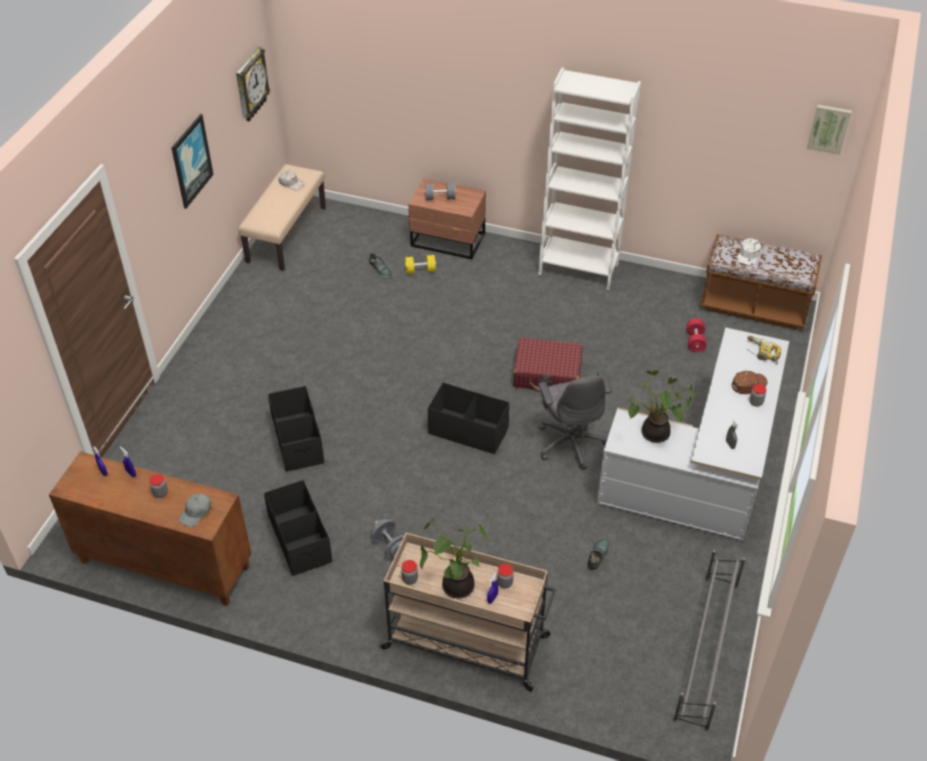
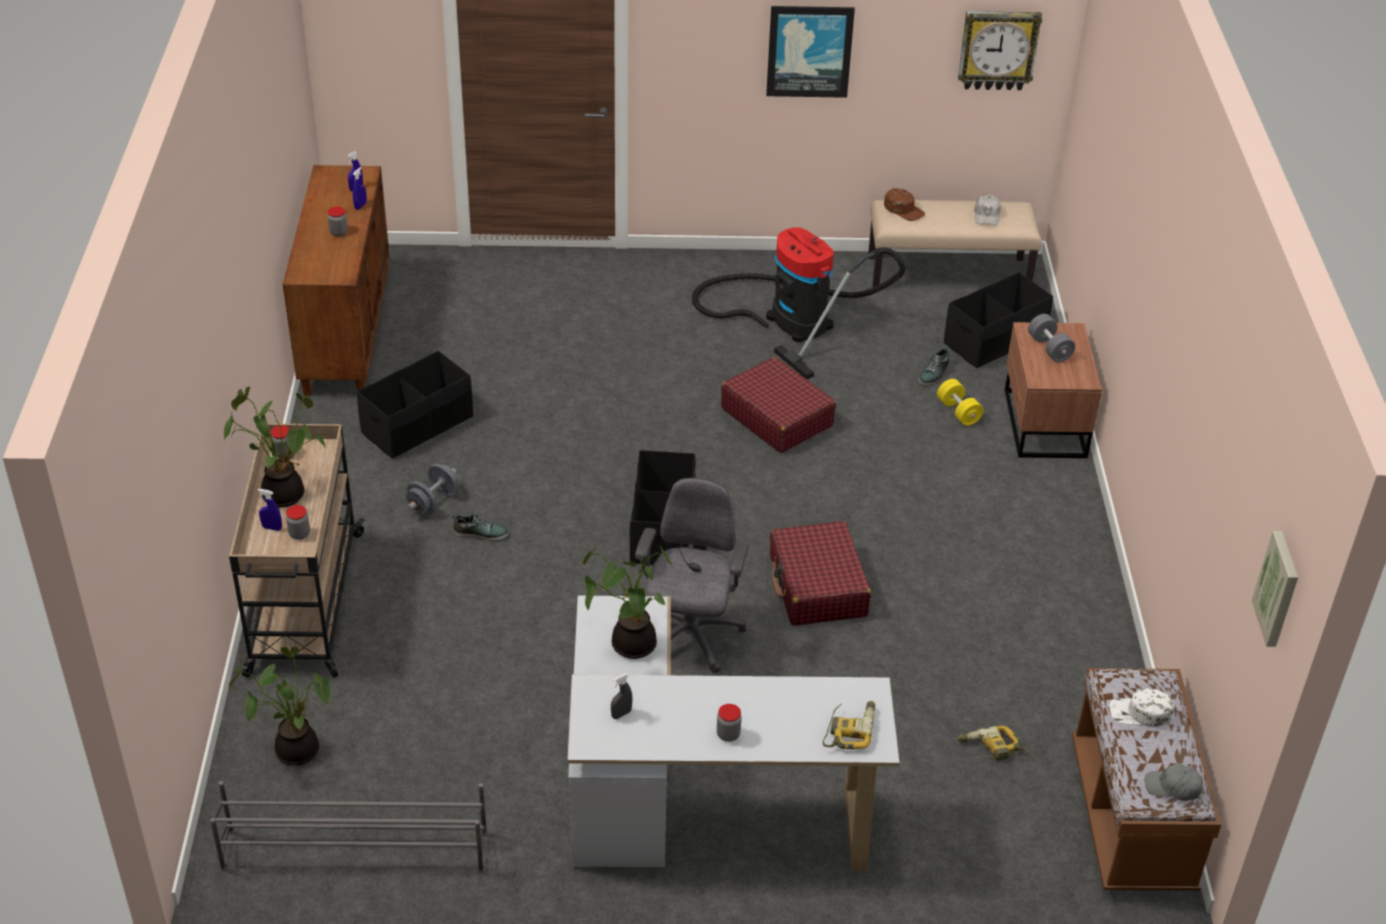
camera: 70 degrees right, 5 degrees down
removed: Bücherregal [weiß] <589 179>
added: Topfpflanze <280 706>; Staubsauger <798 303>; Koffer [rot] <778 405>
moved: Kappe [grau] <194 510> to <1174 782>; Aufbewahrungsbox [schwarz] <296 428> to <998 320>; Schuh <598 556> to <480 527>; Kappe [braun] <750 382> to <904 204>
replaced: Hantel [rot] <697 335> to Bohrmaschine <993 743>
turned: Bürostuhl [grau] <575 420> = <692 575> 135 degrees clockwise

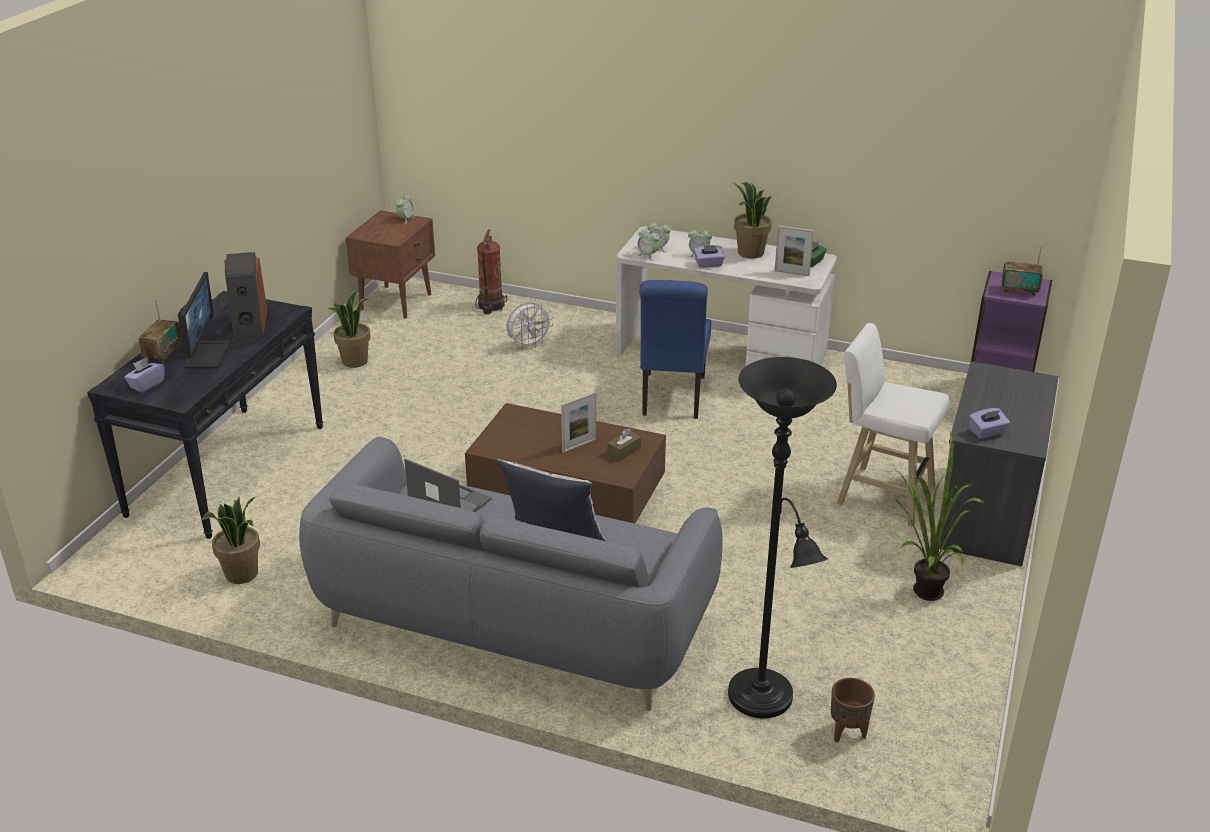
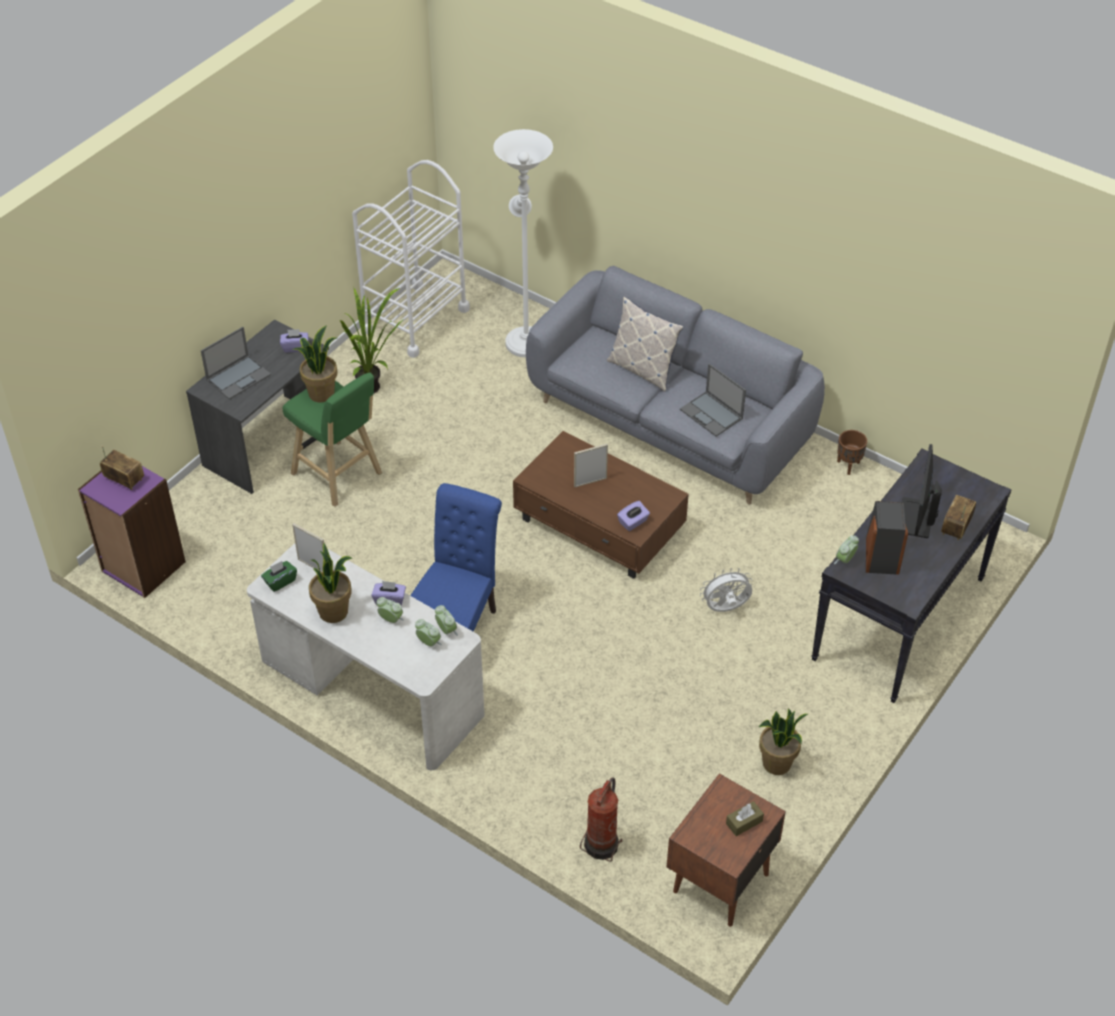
camera: 165 degrees left, 15 degrees up
added: Laptop <236 363>; Rollwagen [weiß] <411 259>
moved: Taschentuchbox [lila] <144 375> to <633 516>; Topfpflanze <230 540> to <315 363>; Wecker <404 208> to <846 549>; Ventilator [weiß] <529 326> to <726 590>; Taschentuchbox [braun] <624 444> to <745 818>; Pflanzkübel [braun] <853 710> to <852 452>
recoloured: Stehlampe [schwarz] <782 537> to Stehlampe [weiß] <523 243>; Hocker [weiß] <893 425> to Hocker [grün] <332 440>

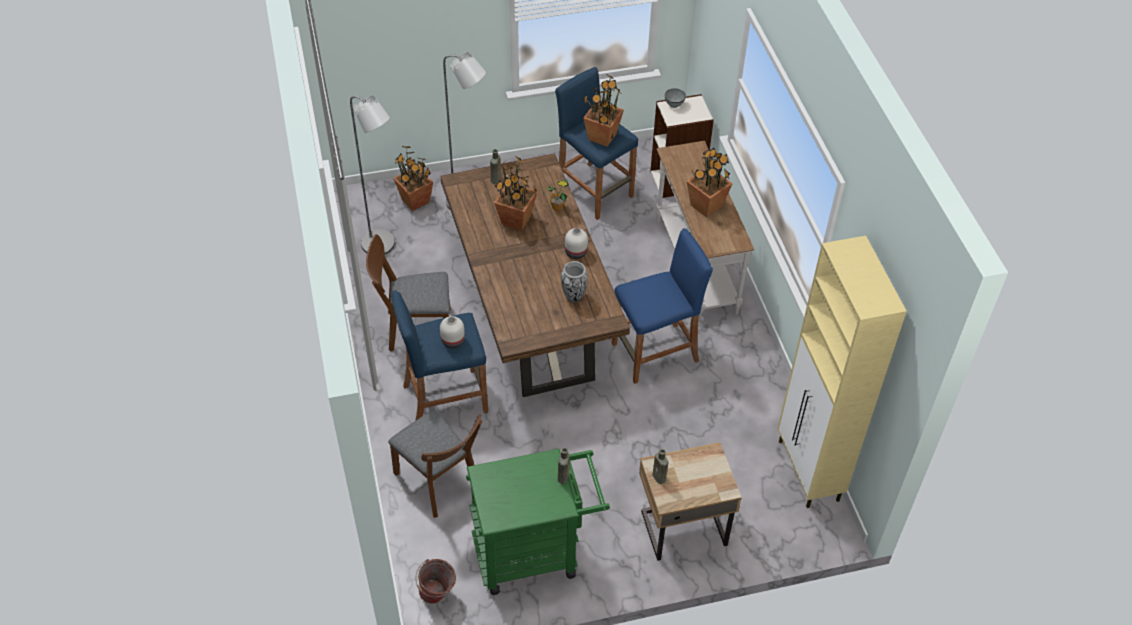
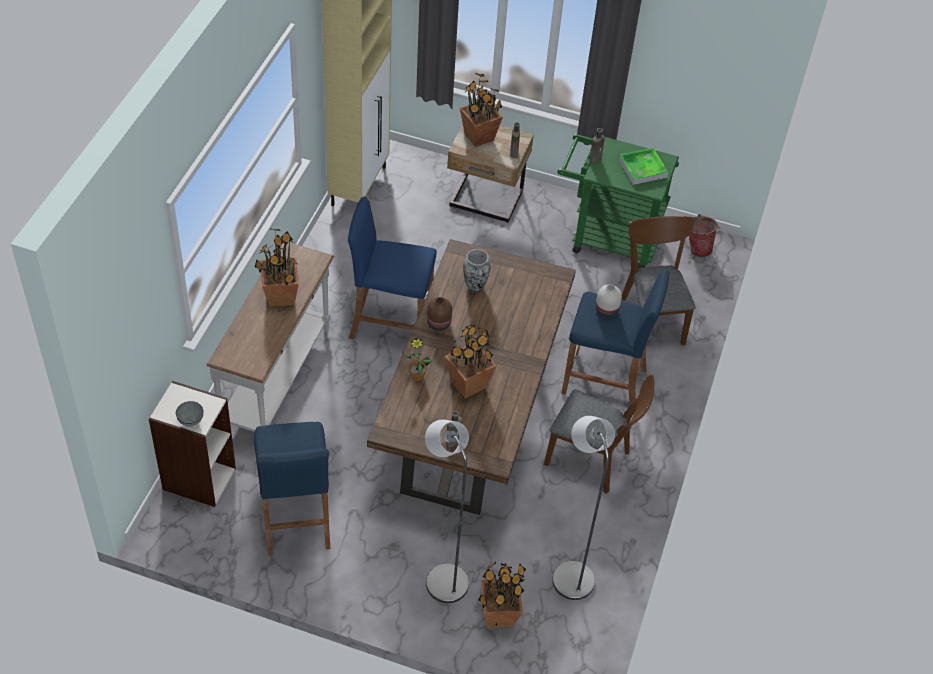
camera: 150 degrees left, 0 degrees up
added: Tablett <643 166>
moved: Topfpflanze <603 111> to <481 110>
recoloured: Vase [weiß] <576 243> to Vase [braun] <439 314>

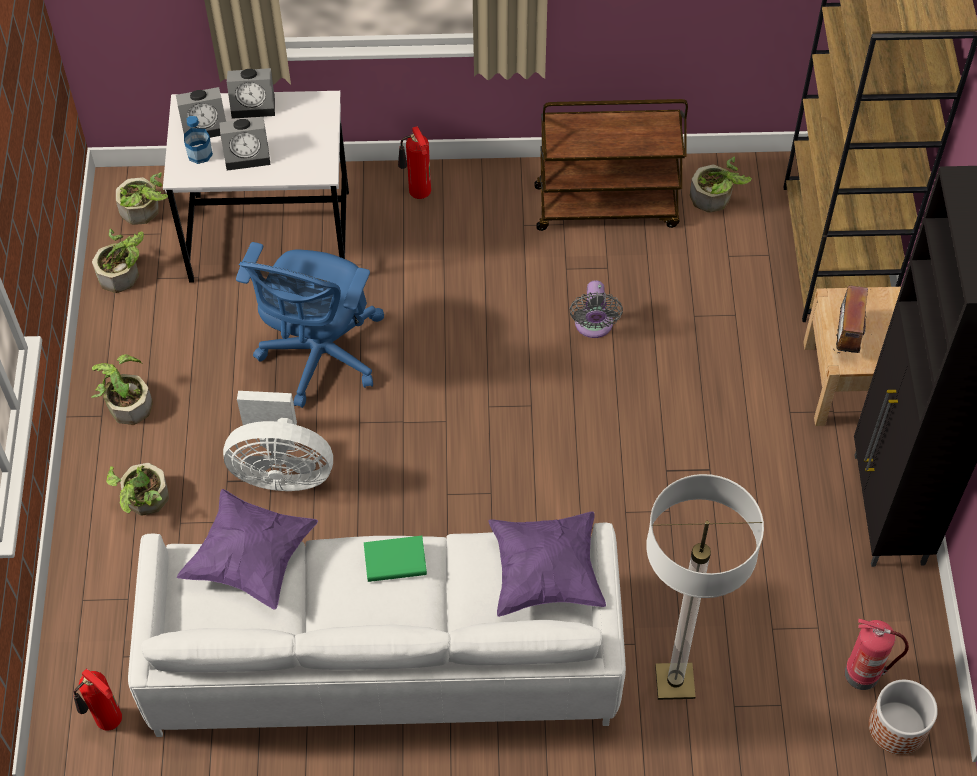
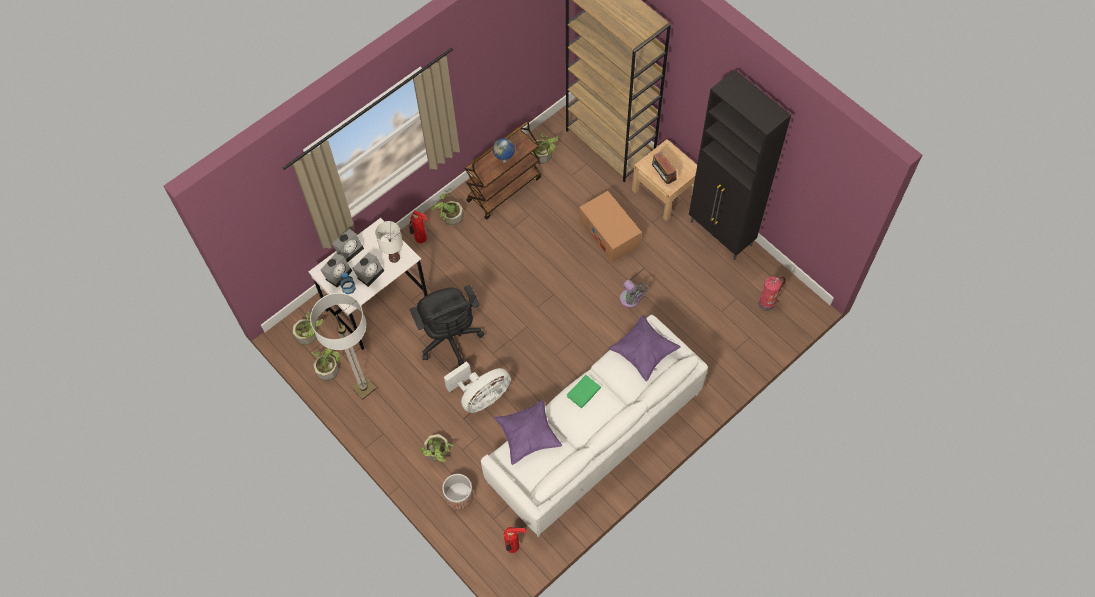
camera: 40 degrees left, 5 degrees up
added: Tischlampe [weiß] <389 242>; Globus <504 150>; Karton <610 227>
moved: Topfpflanze <122 389> to <447 209>; Ventilator [grau] <596 309> to <634 294>; Stehlampe <705 587> to <343 346>; Pflanzkübel <903 717> to <458 492>
recoloured: Bürostuhl [blau] <310 325> to Bürostuhl [schwarz] <447 325>

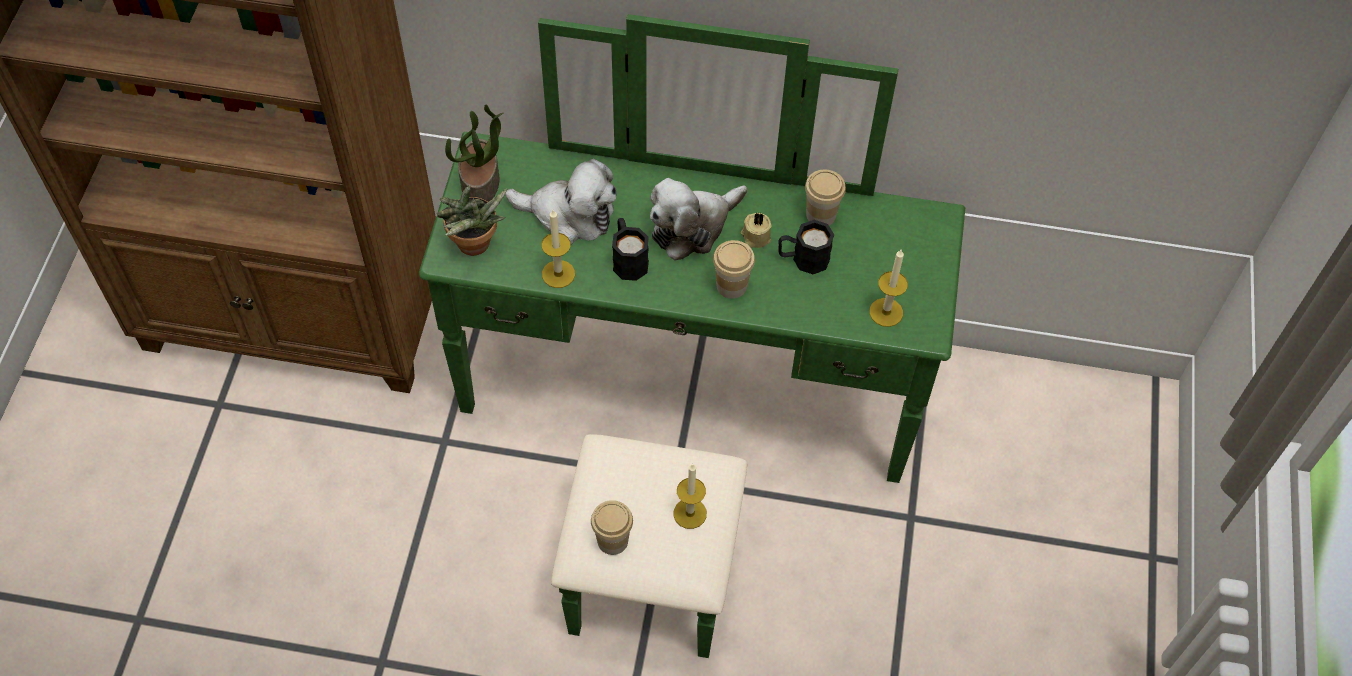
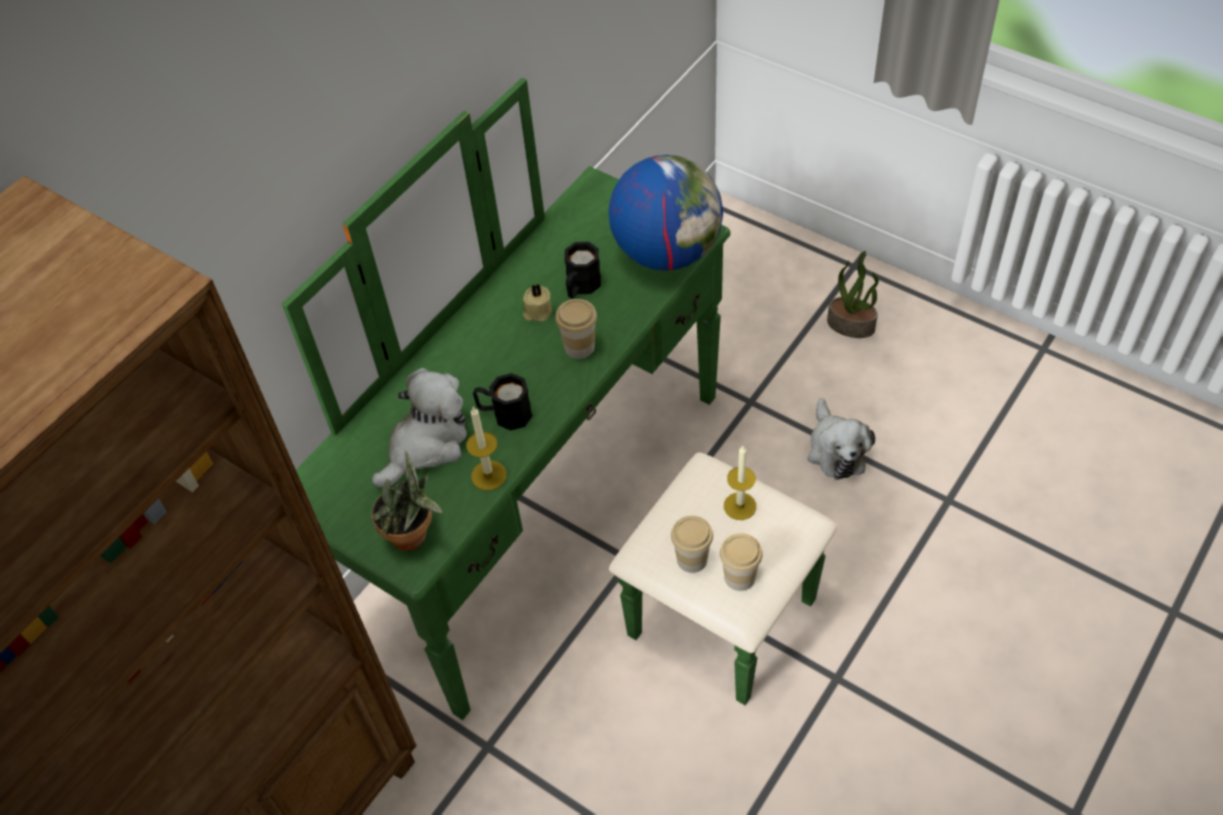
camera: 60 degrees left, 5 degrees down
moved: Topfpflanze <474 153> to <853 294>; Plüschtier <698 219> to <841 439>; Tasse <825 197> to <692 544>
replaced: Kerze <888 288> to Globus <666 213>

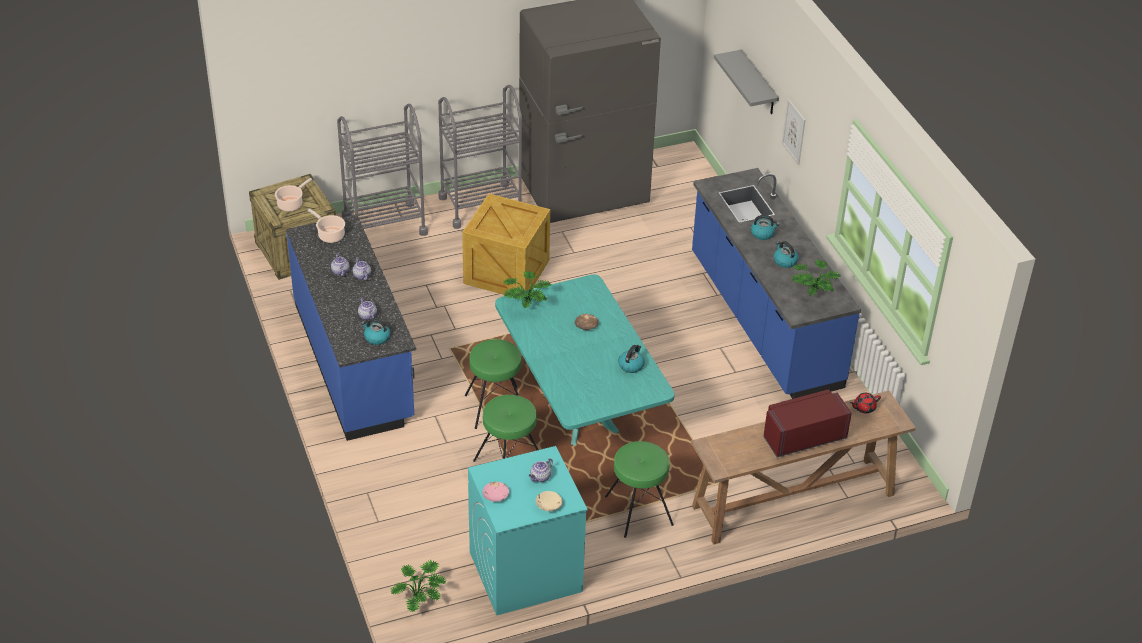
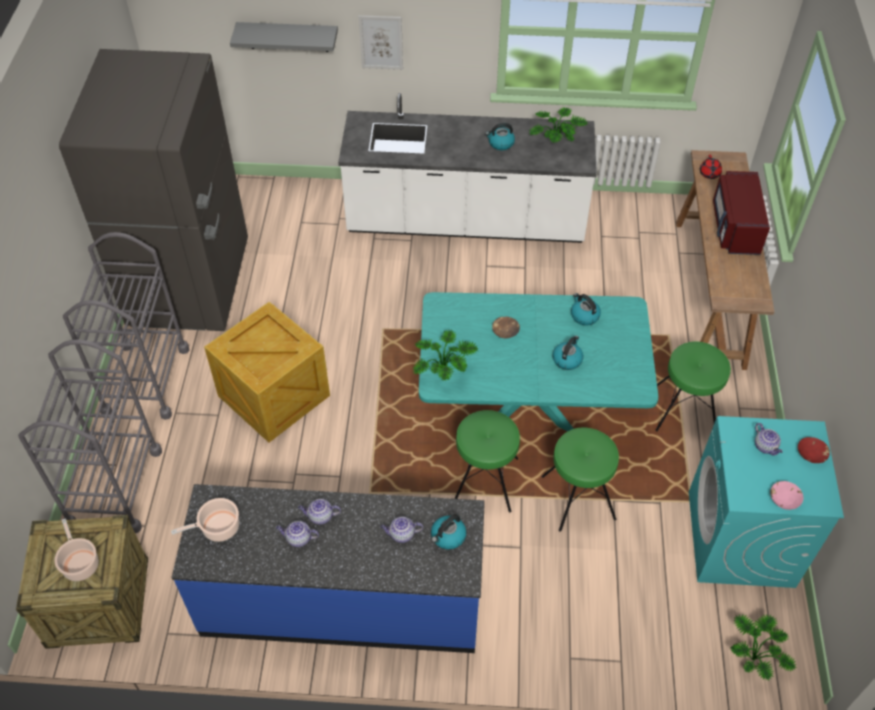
camera: 65 degrees left, 10 degrees up
moved: Wasserkessel <765 227> to <568 352>
recoloured: Schüssel [beige] <549 501> to Schüssel [rot] <814 450>; Küchenzeile [blau] <776 283> to Küchenzeile [weiß] <467 168>

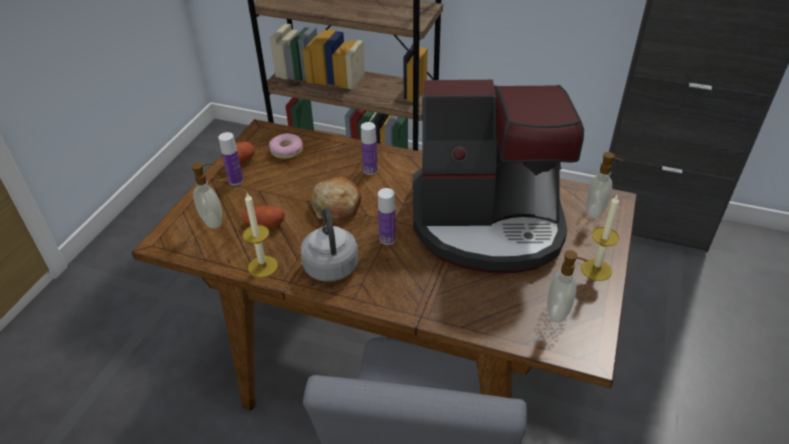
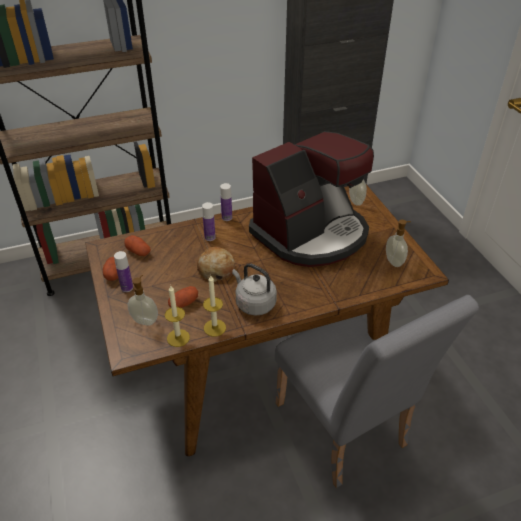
camera: 40 degrees left, 0 degrees up
moved: Flasche <387 216> to <226 202>; Kerze <600 238> to <177 316>
replaced: Donut <286 146> to Kartoffel <138 245>

